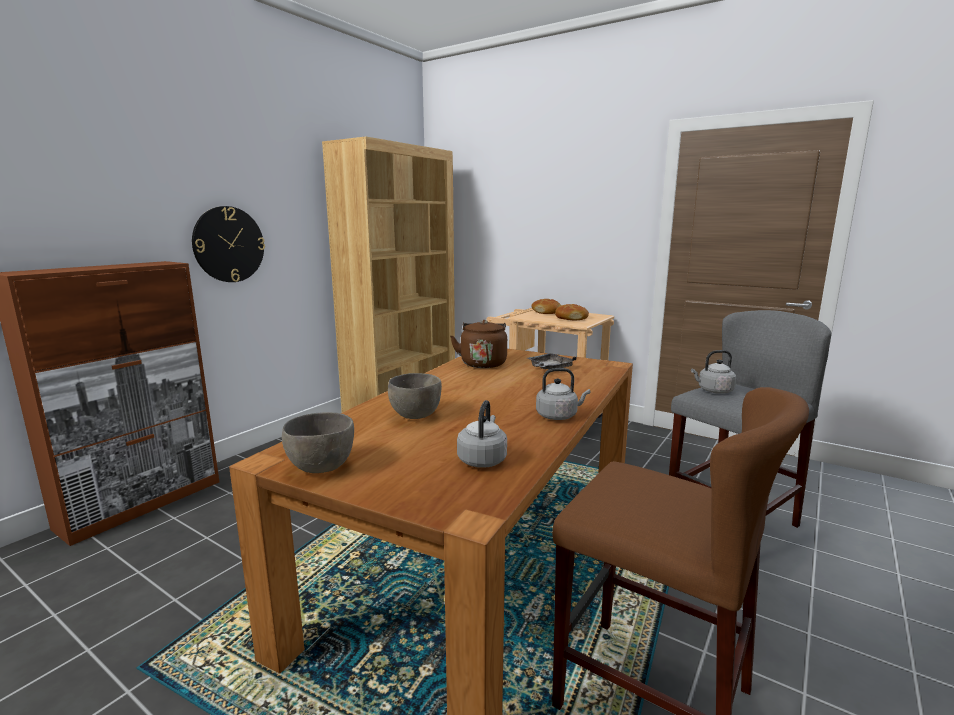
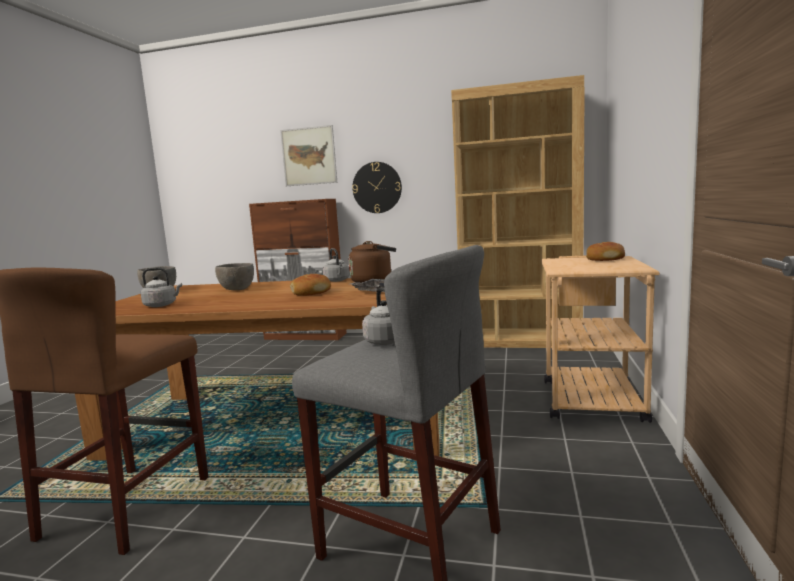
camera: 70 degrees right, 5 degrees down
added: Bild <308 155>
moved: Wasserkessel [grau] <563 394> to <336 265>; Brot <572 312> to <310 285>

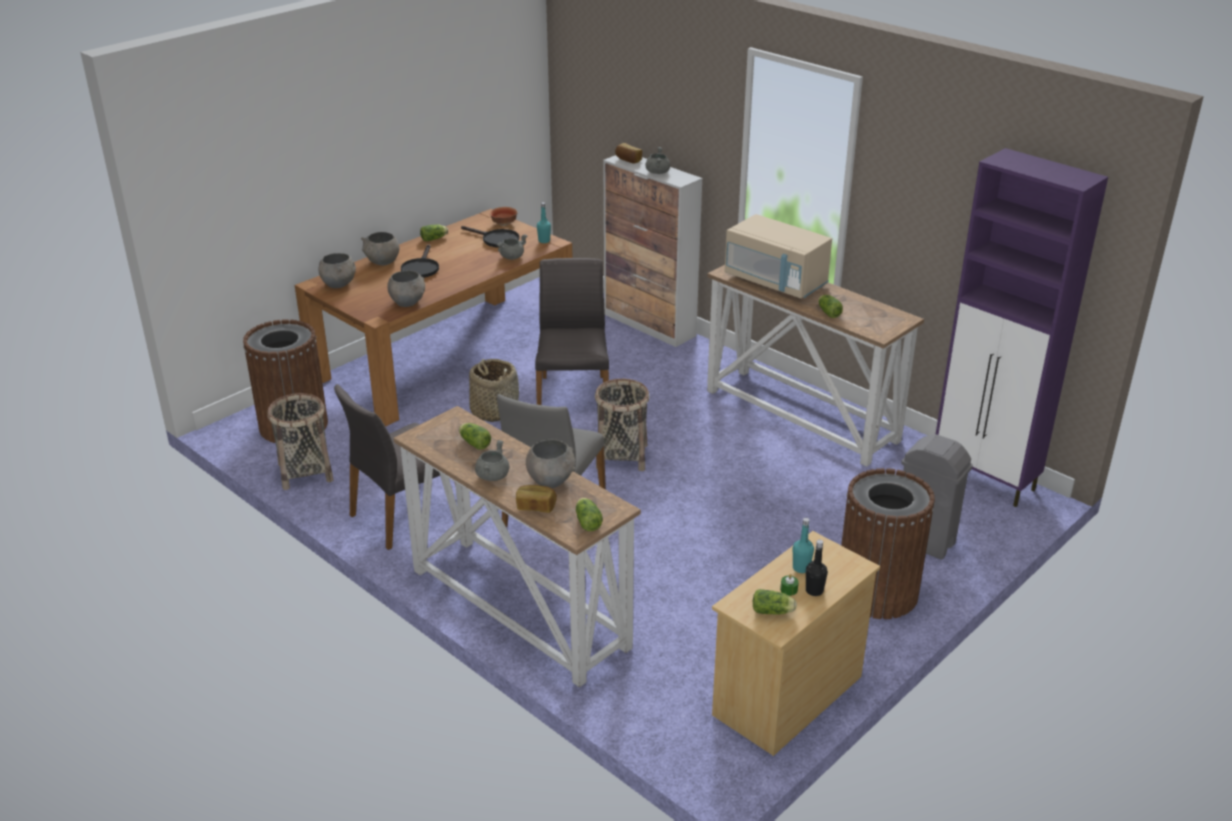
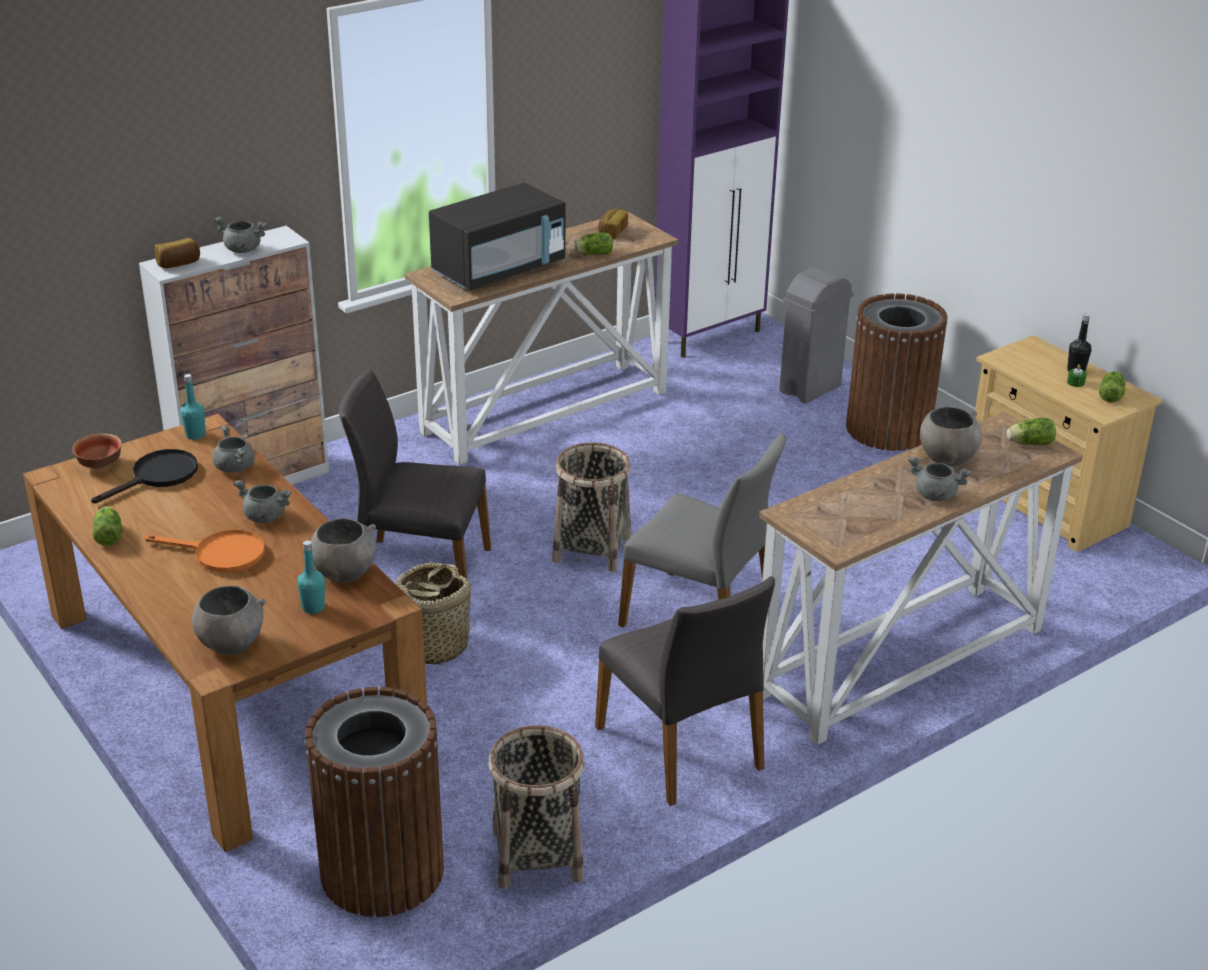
camera: 80 degrees left, 0 degrees up
removed: Schüssel [grau] <380 248>; Salatkopf <475 436>
added: Kochtopf [grau] <262 501>
moved: Brot <536 499> to <613 224>; Flasche [türkis] <803 545> to <311 577>
recoloured: Pfanne [schwarz] <420 261> to Pfanne [orange] <205 551>; Mikrowelle [beige] <778 256> to Mikrowelle [schwarz] <497 236>

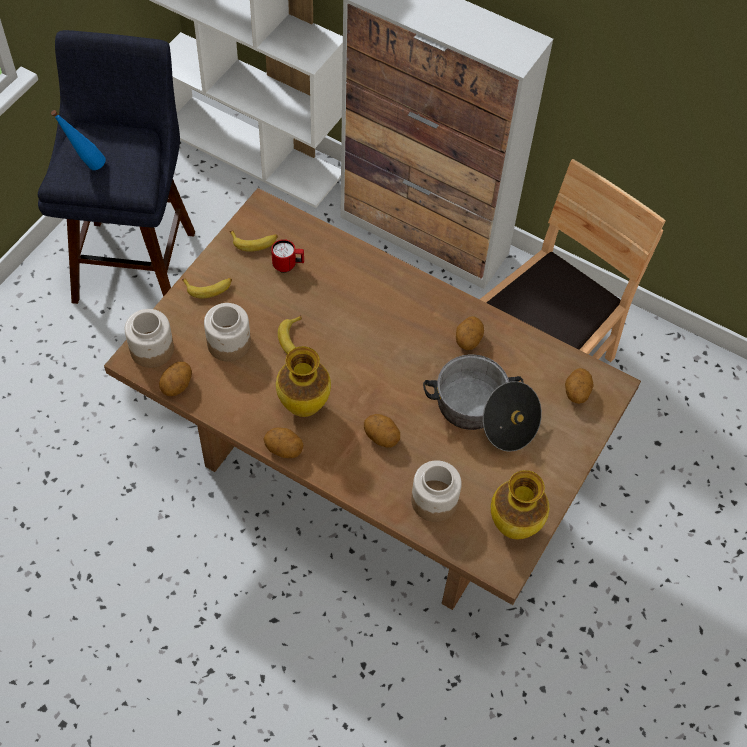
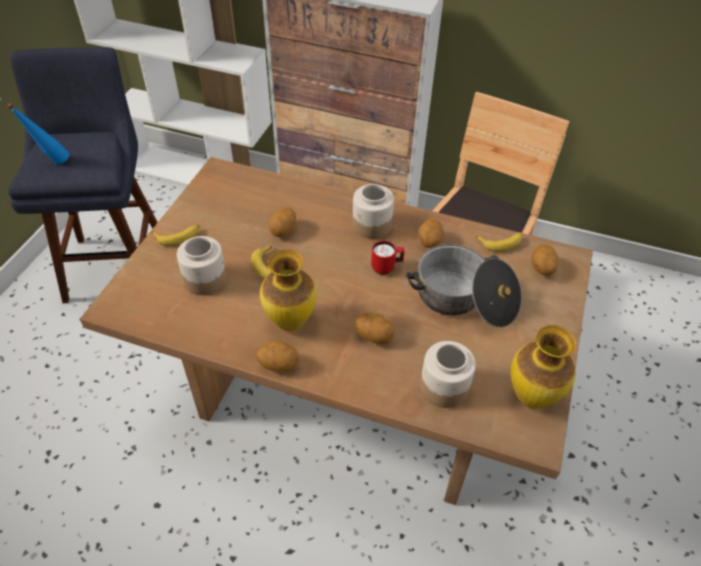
camera: 10 degrees left, 10 degrees down
moved: Vorratsglas <149 338> to <373 211>; Kartoffel <175 379> to <282 222>; Banane <254 241> to <498 242>; Henkelbecher [rot] <287 256> to <388 258>

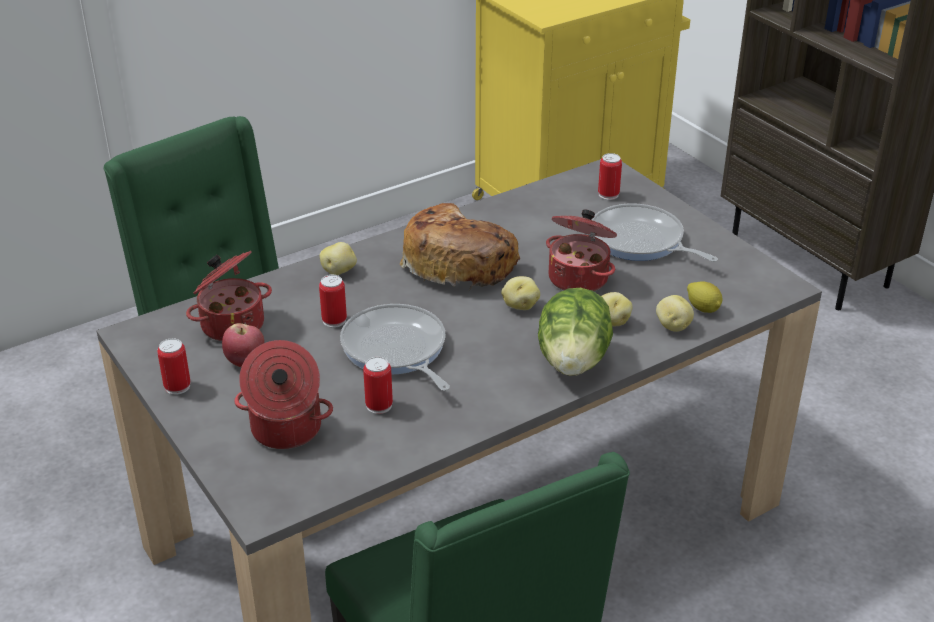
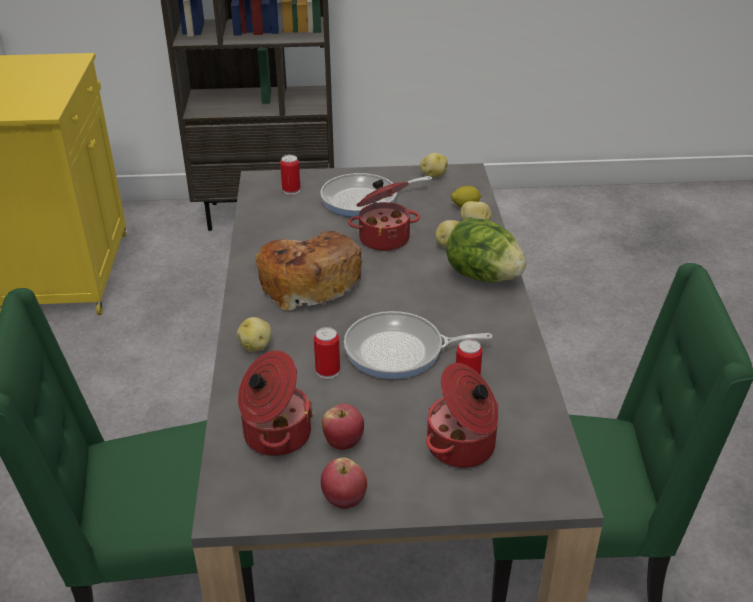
camera: 60 degrees left, 0 degrees up
moved: Kartoffel <520 293> to <434 165>
replaced: Dose <174 366> to Apfel <344 483>

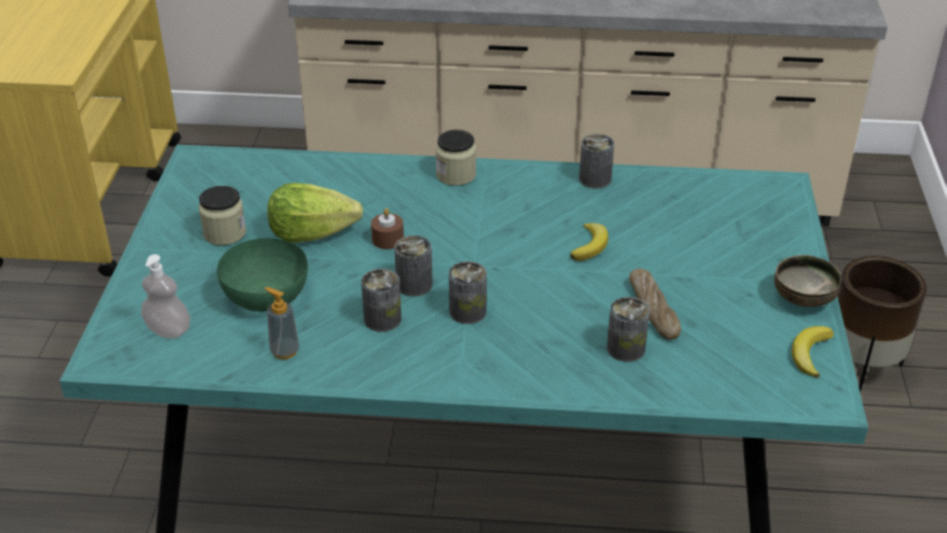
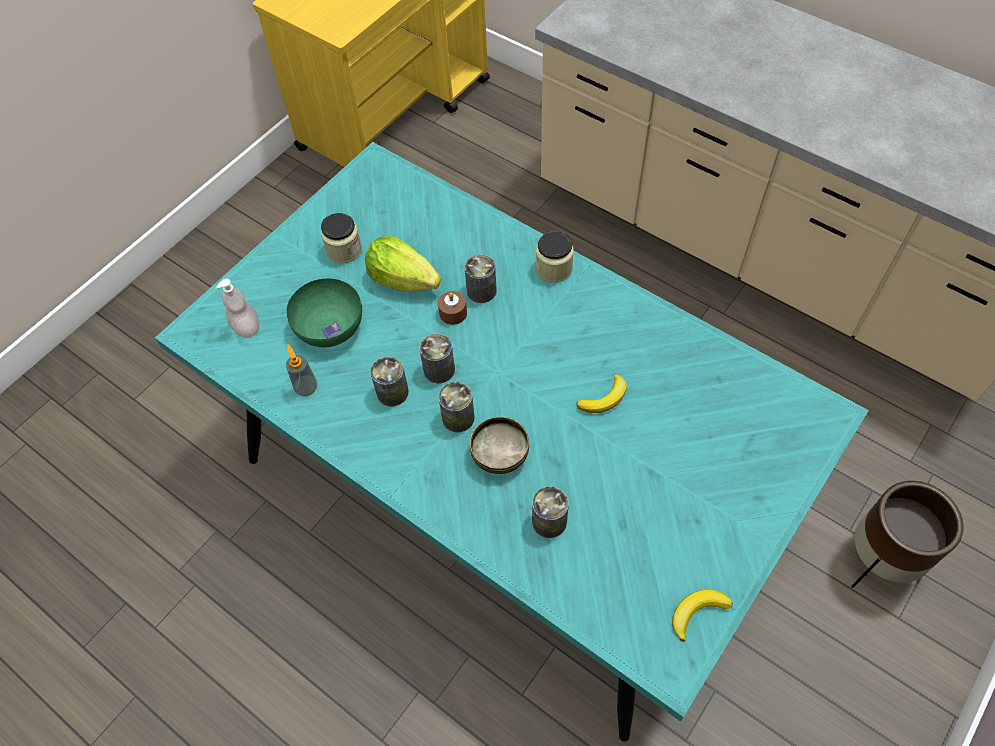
camera: 35 degrees right, 20 degrees up
removed: Brot <655 304>
moved: Dose <596 161> to <480 278>; Schüssel <808 281> to <499 445>

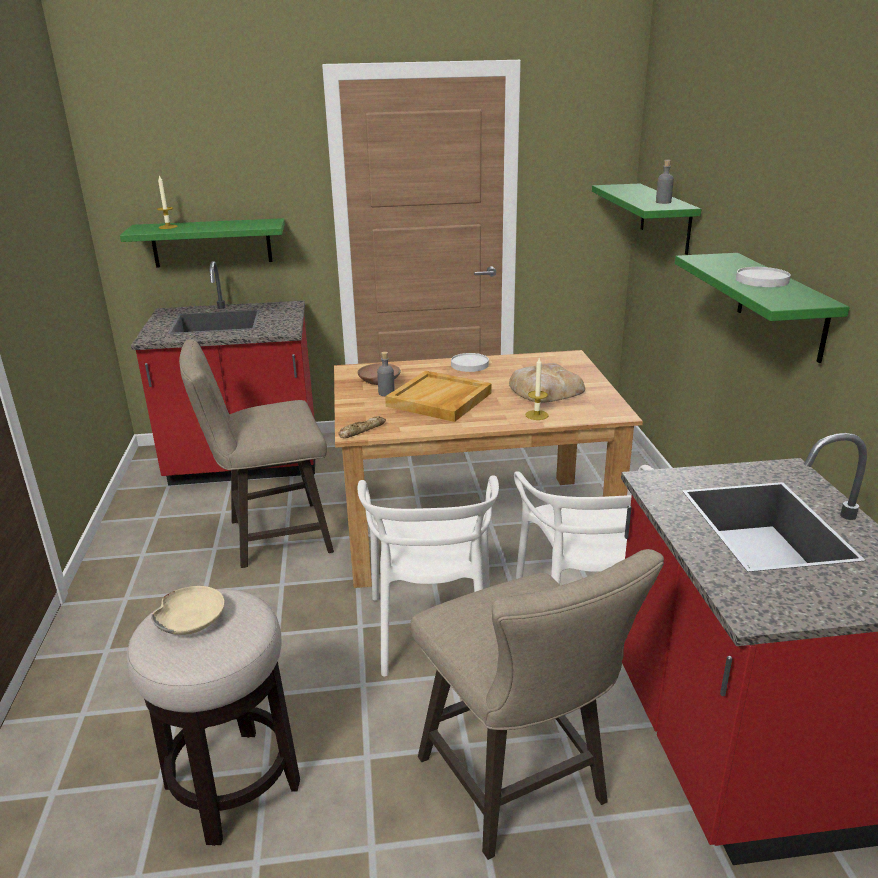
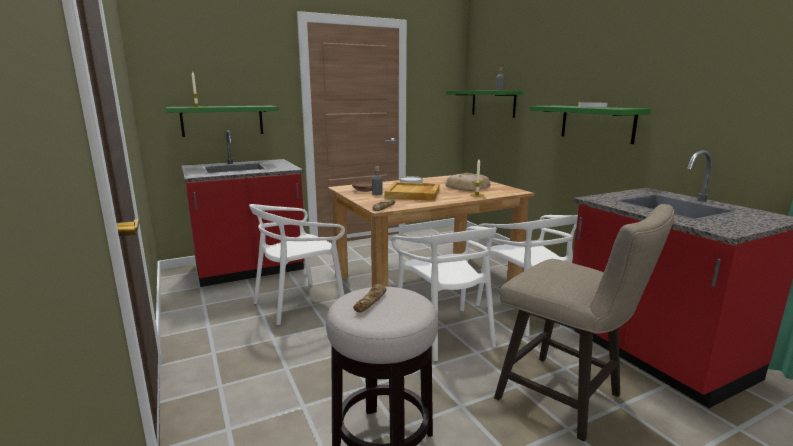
camera: 20 degrees left, 10 degrees down
replaced: Schüssel [beige] <188 610> to Brot <370 298>; Hocker [beige] <256 454> to Stuhl [weiß] <297 264>

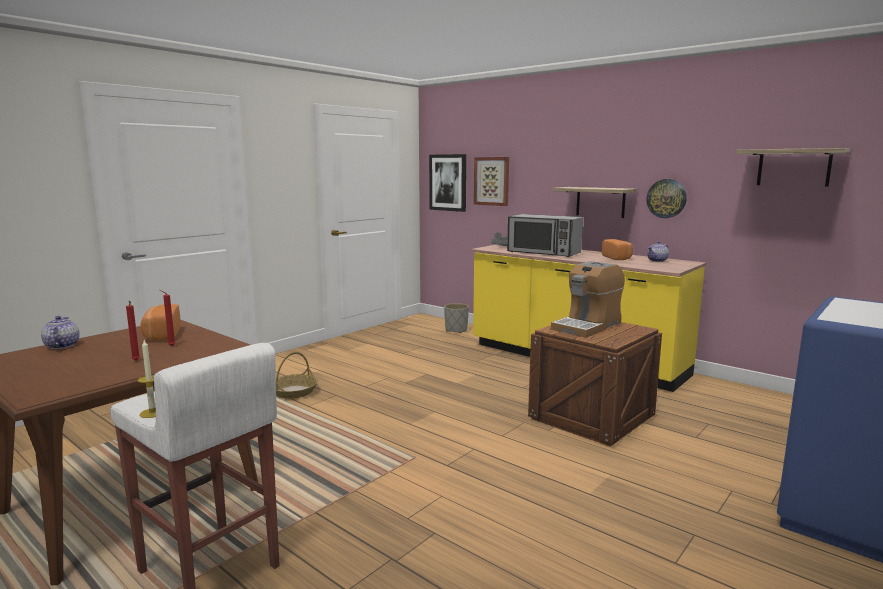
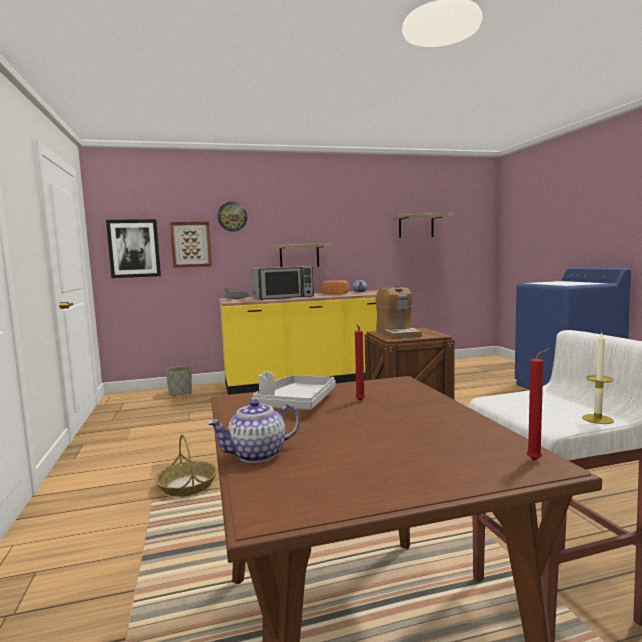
camera: 55 degrees left, 5 degrees down
moved: Kerze [rot] <133 331> to <538 404>; Wanduhr <666 198> to <232 217>
replaced: Brot <160 322> to Tablett [grau] <294 391>
turned: Teekanne <60 332> = <253 431> 45 degrees counterclockwise

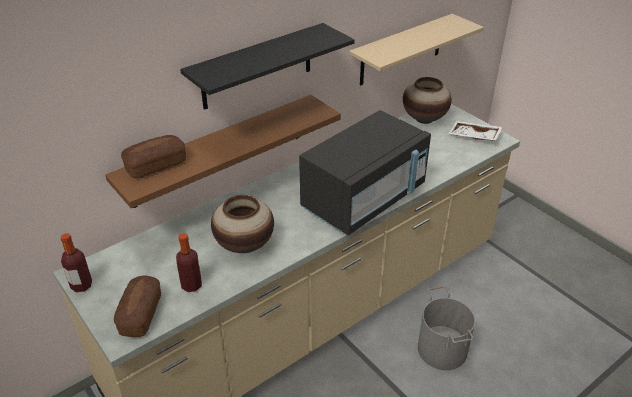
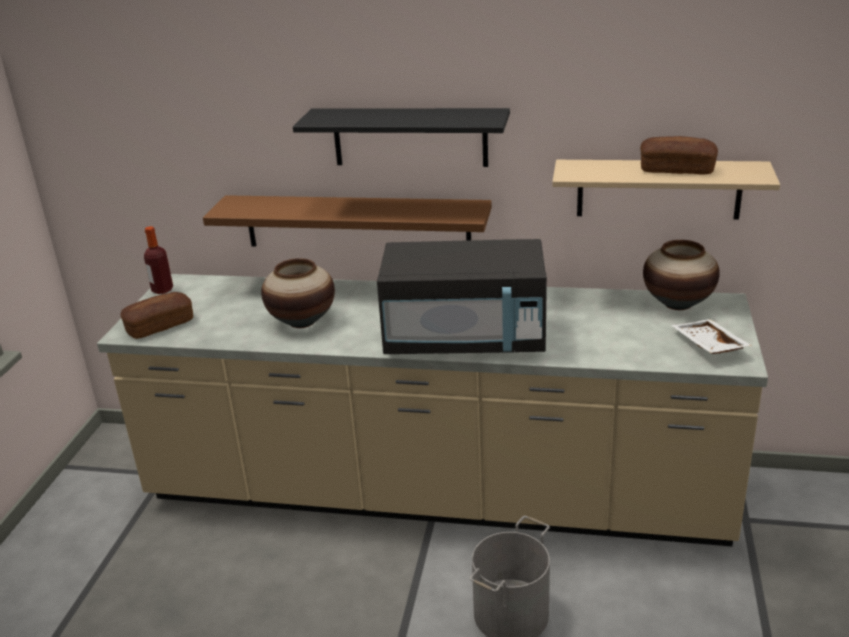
camera: 50 degrees right, 10 degrees down
removed: Flasche <189 262>
moved: Brot <153 156> to <679 155>

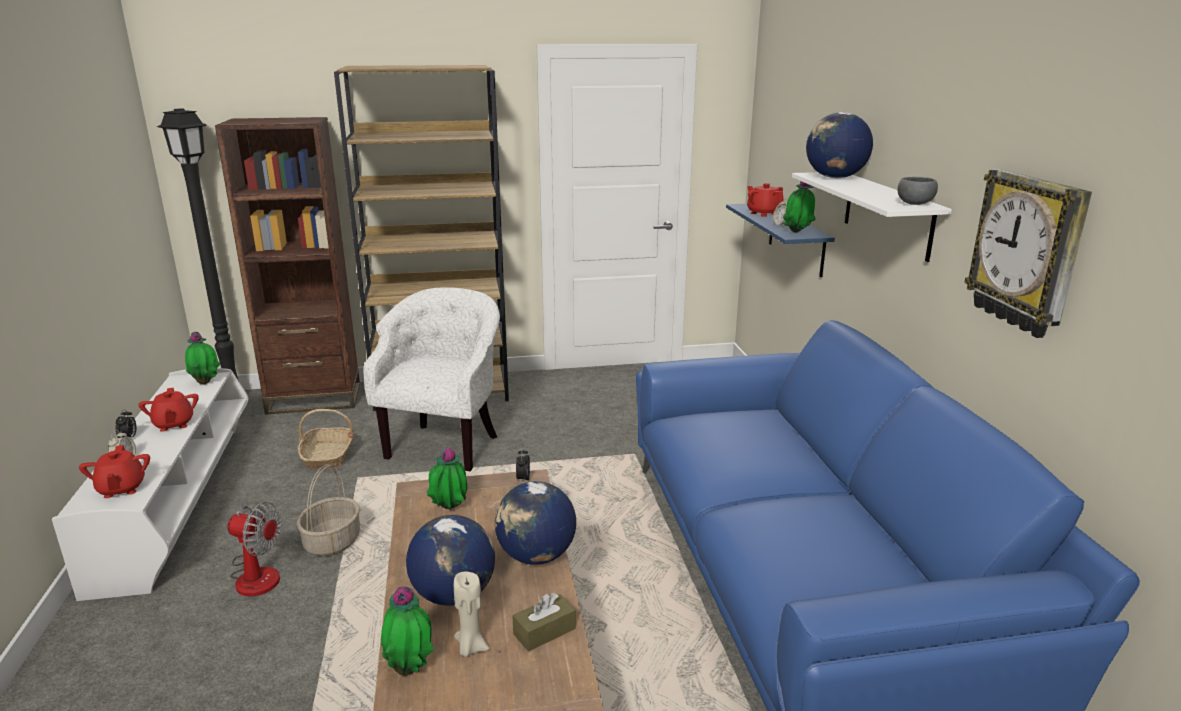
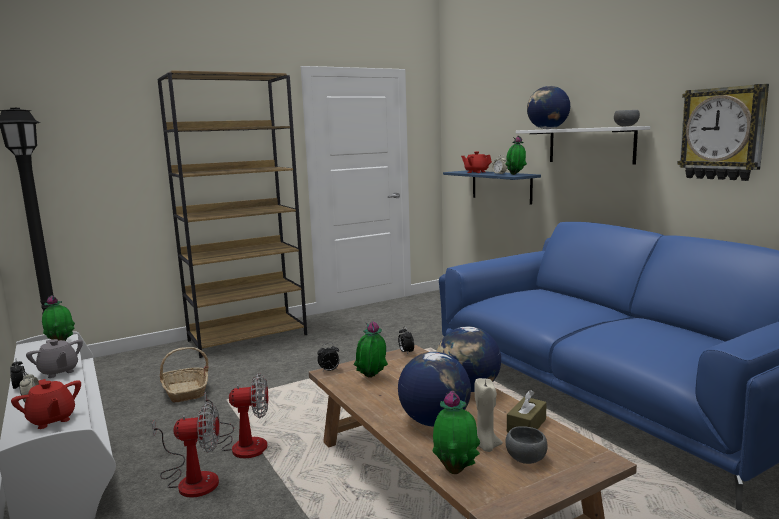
camera: 20 degrees left, 10 degrees down
removed: Bücherregal [braun] <287 266>; Sessel [weiß] <431 379>
added: Wecker <328 357>; Schüssel [grau] <526 445>
replaced: Korb <328 510> to Ventilator <236 416>
recoloured: Teekanne [rot] <168 410> to Teekanne [grau] <54 358>

